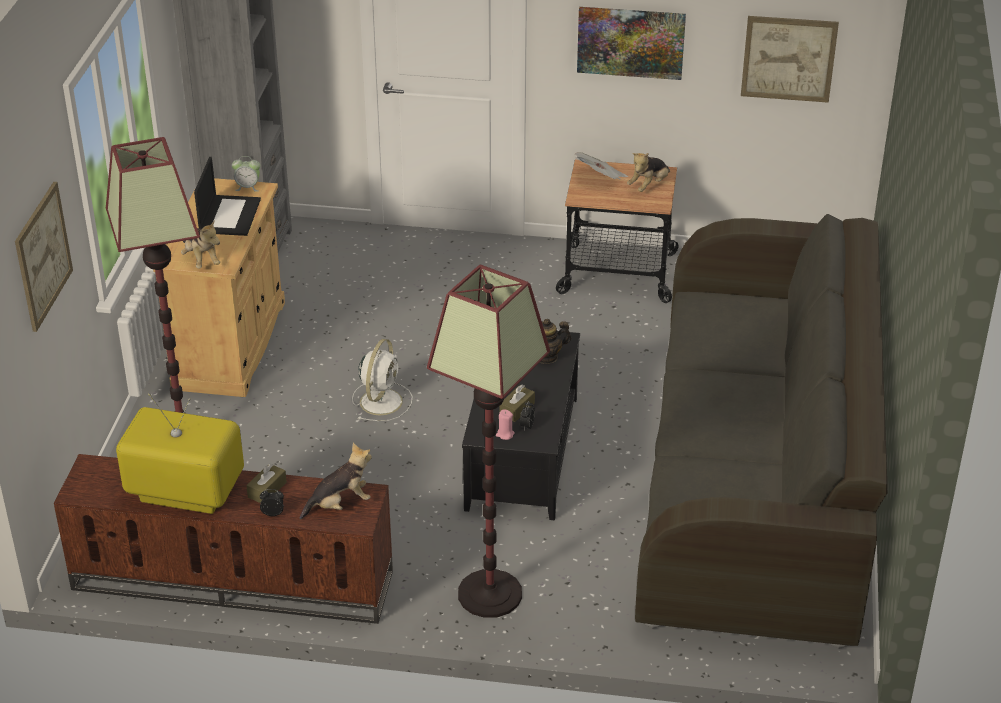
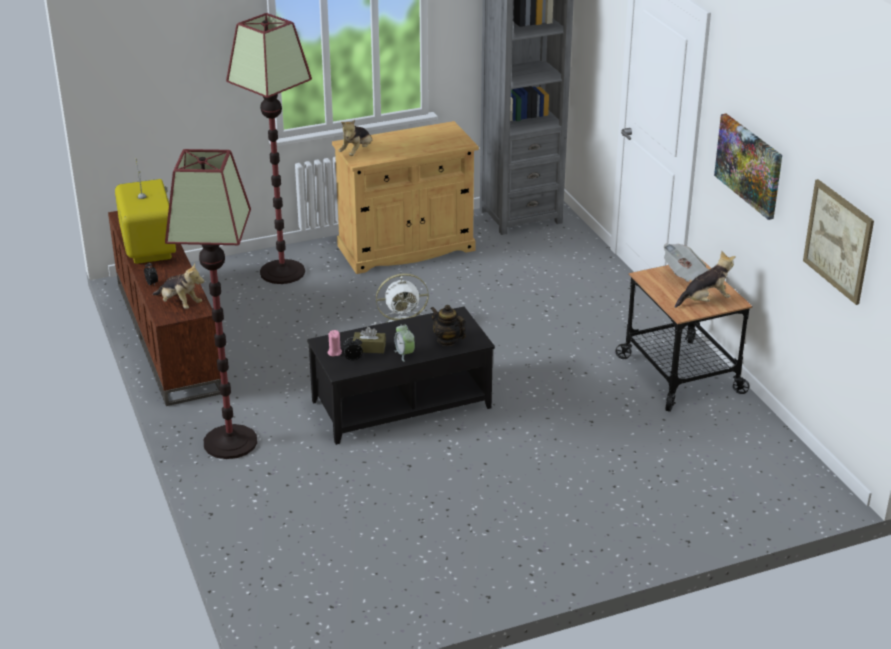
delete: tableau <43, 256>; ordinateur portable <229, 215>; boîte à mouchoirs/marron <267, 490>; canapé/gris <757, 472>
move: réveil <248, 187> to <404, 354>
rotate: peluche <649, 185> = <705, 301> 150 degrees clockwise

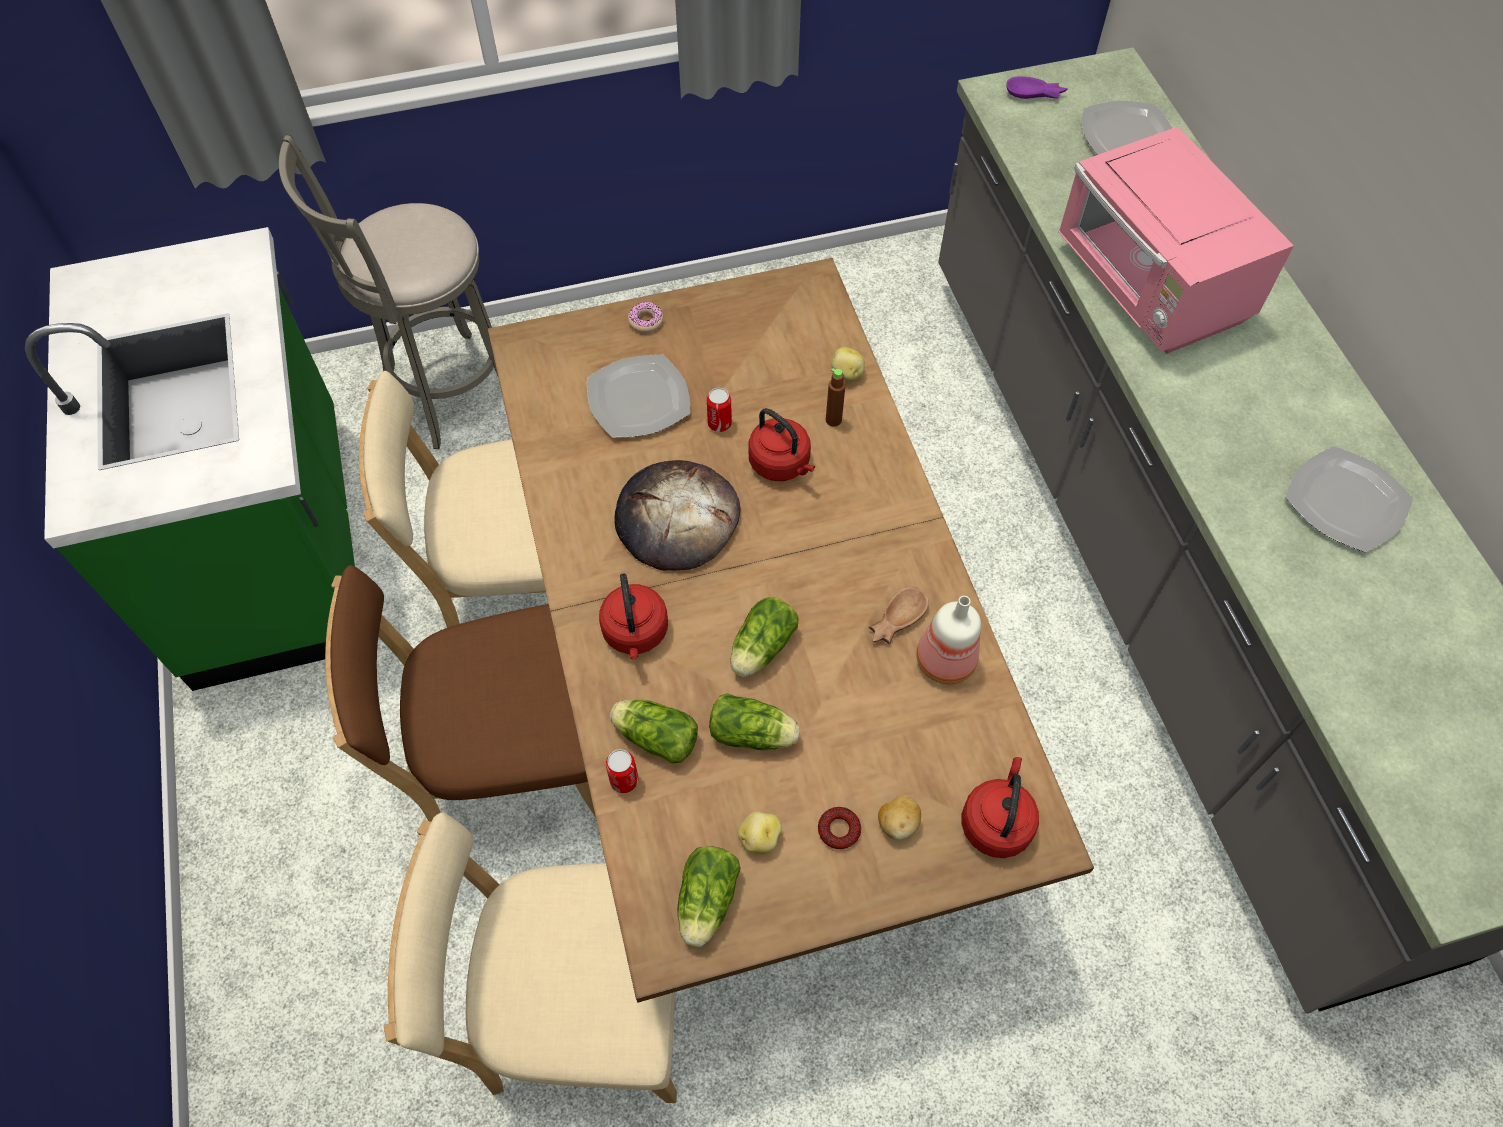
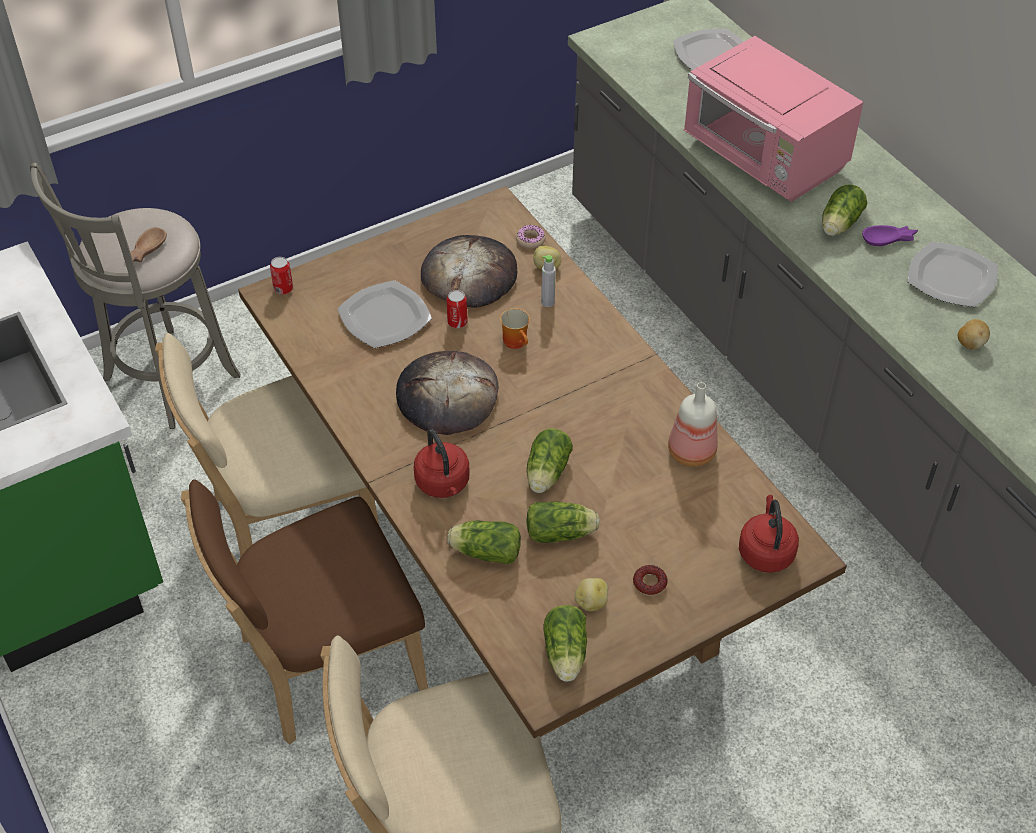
insert: pain <469, 275>; laitue <838, 225>
move: boîte métallique <624, 780> to <283, 289>; beignet <645, 321> to <530, 240>; bol/marron <895, 620> to <145, 250>; pomme de terre <897, 823> to <970, 343>; bol/violet <1035, 95> to <889, 240>
replace: bouilloire/rouge <781, 464> to mug <517, 341>
recolor: bouteille/marron <833, 420> to bouteille/gris <548, 302>

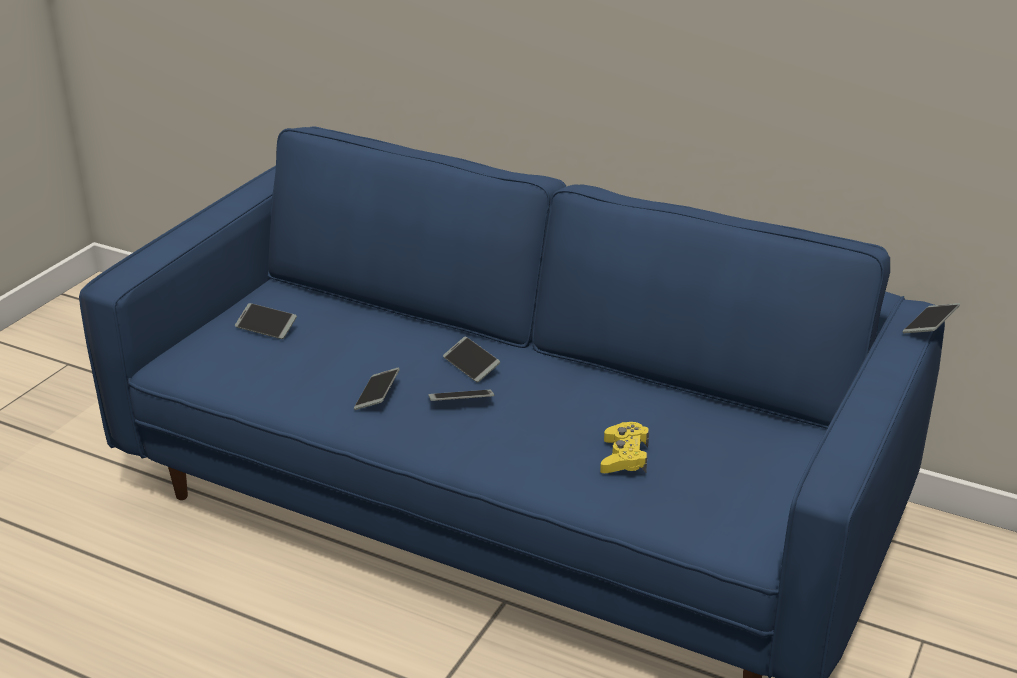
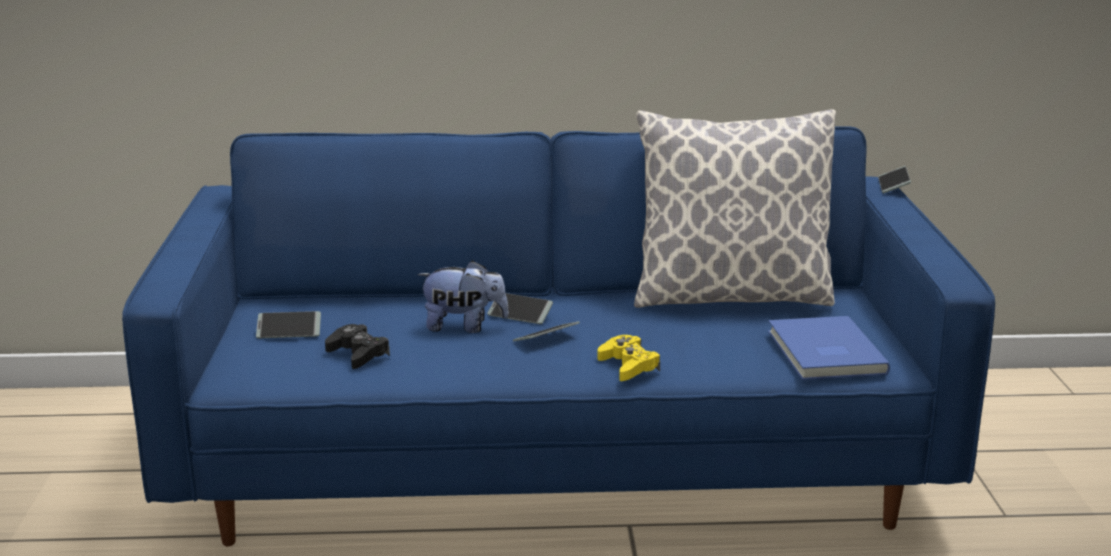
delete: téléphone <377, 395>
insert: manette/noir <358, 354>; peluche <464, 327>; coussin <730, 297>; livre/bleu <823, 353>
move: manette/jaune <624, 457> to <628, 366>

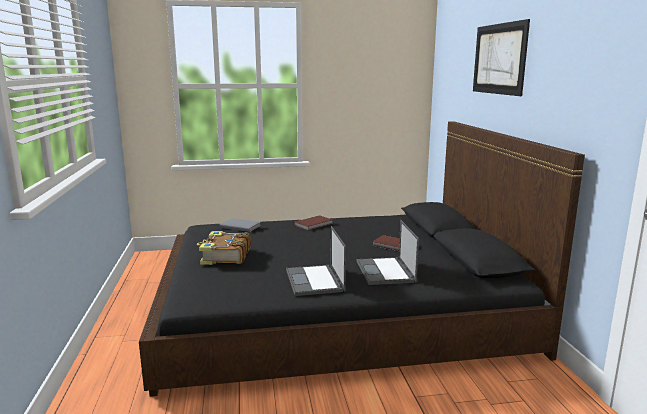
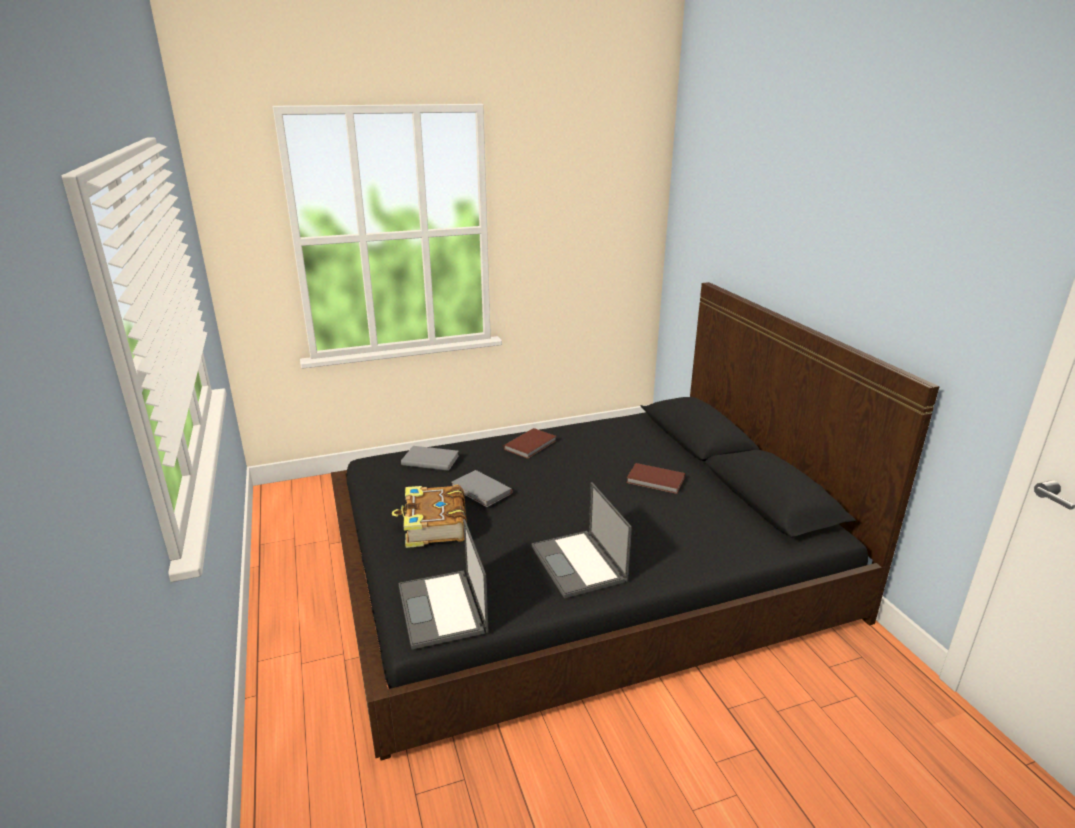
delete: tableau <499, 59>
insert: livre/gris <481, 491>
move: ordinateur portable <385, 272> to <442, 609>

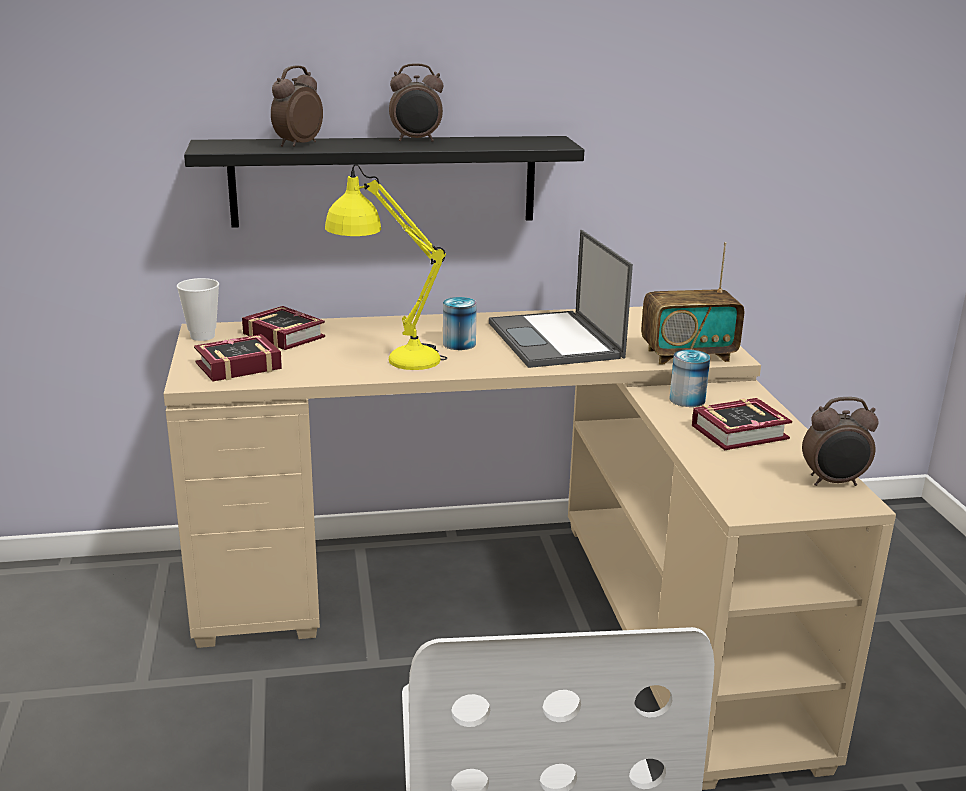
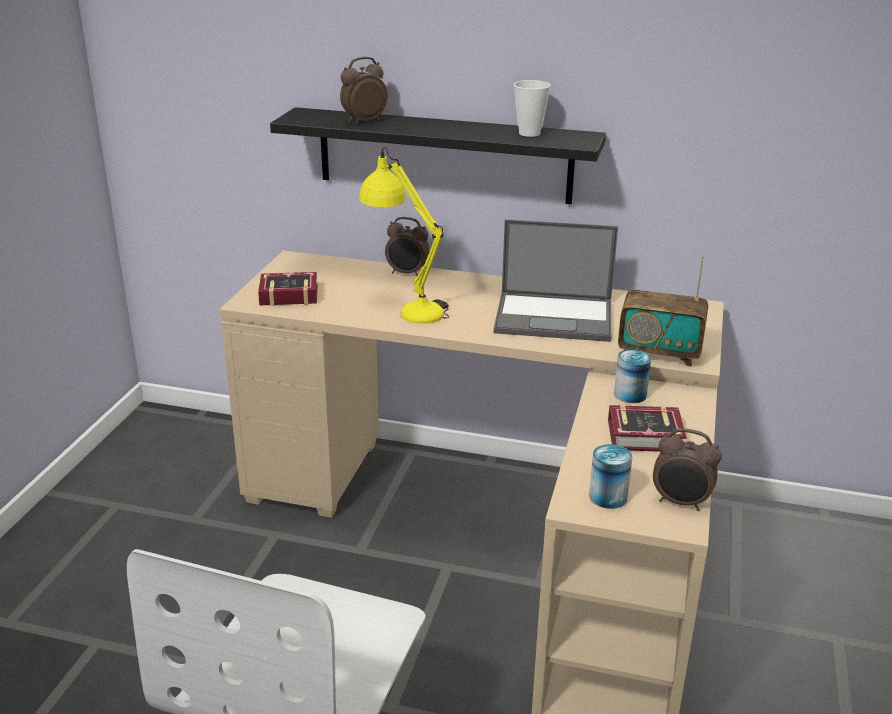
delete: livre <283, 334>
move: tasse <202, 336> to <529, 133>; réveil <416, 140> to <407, 273>; boîte métallique <459, 344> to <608, 497>
rotate: ordinateur portable <556, 341> = <555, 317> 90 degrees counterclockwise

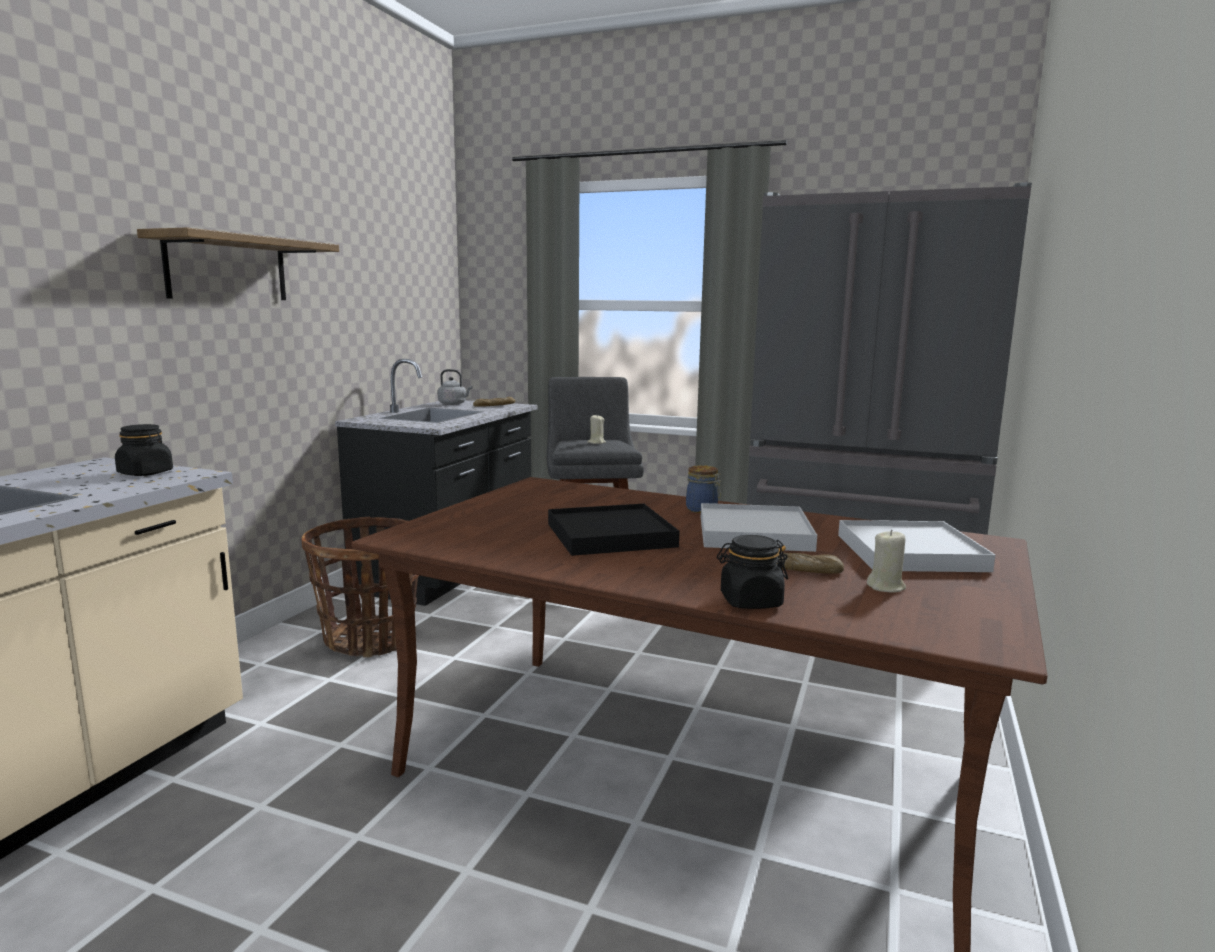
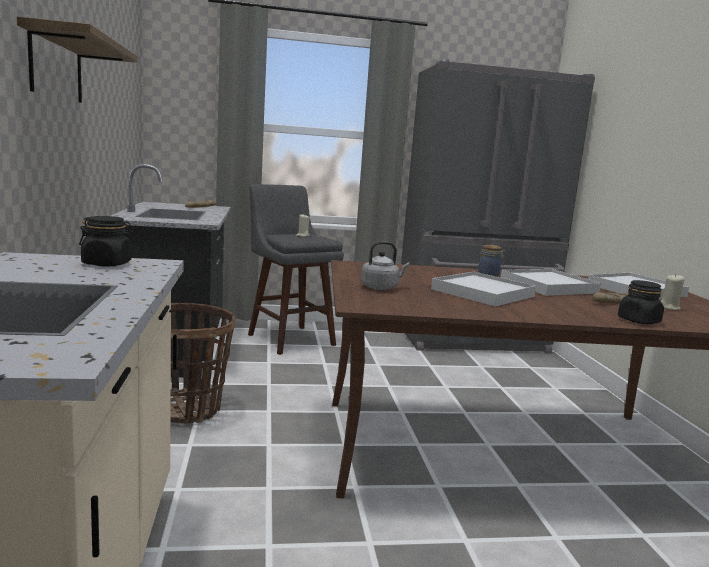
move: bouilloire/gris <454, 404> to <381, 287>
recolor: plateau/noir <610, 535> to plateau/blanc <482, 293>

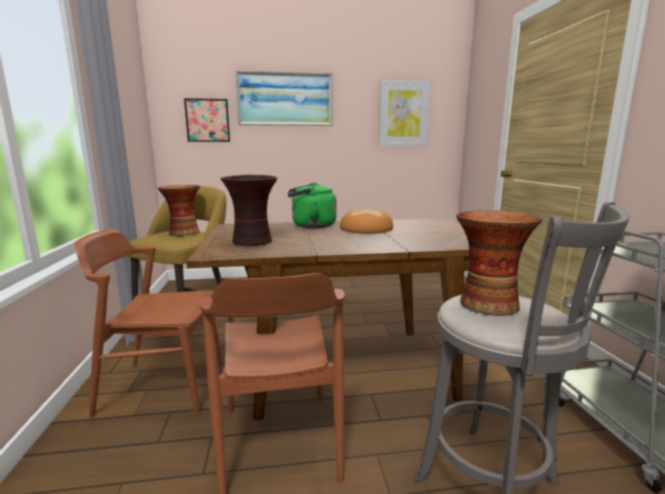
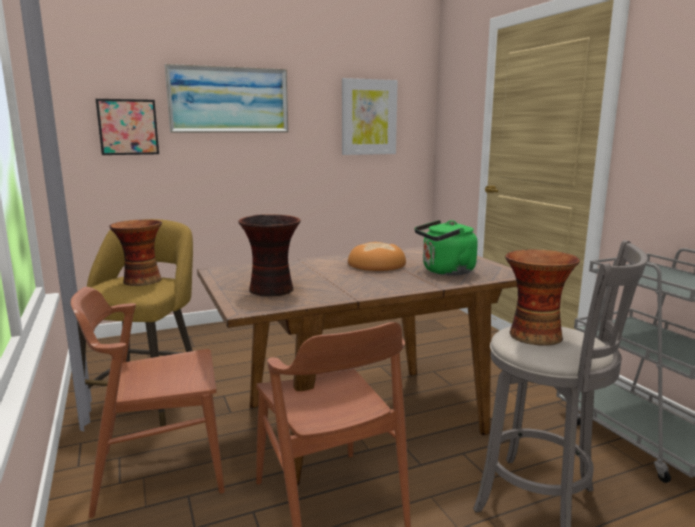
move: bouilloire/vert <311, 226> to <445, 271>

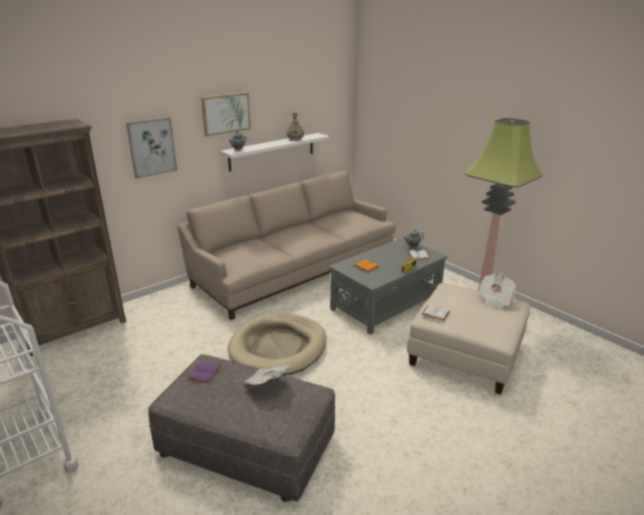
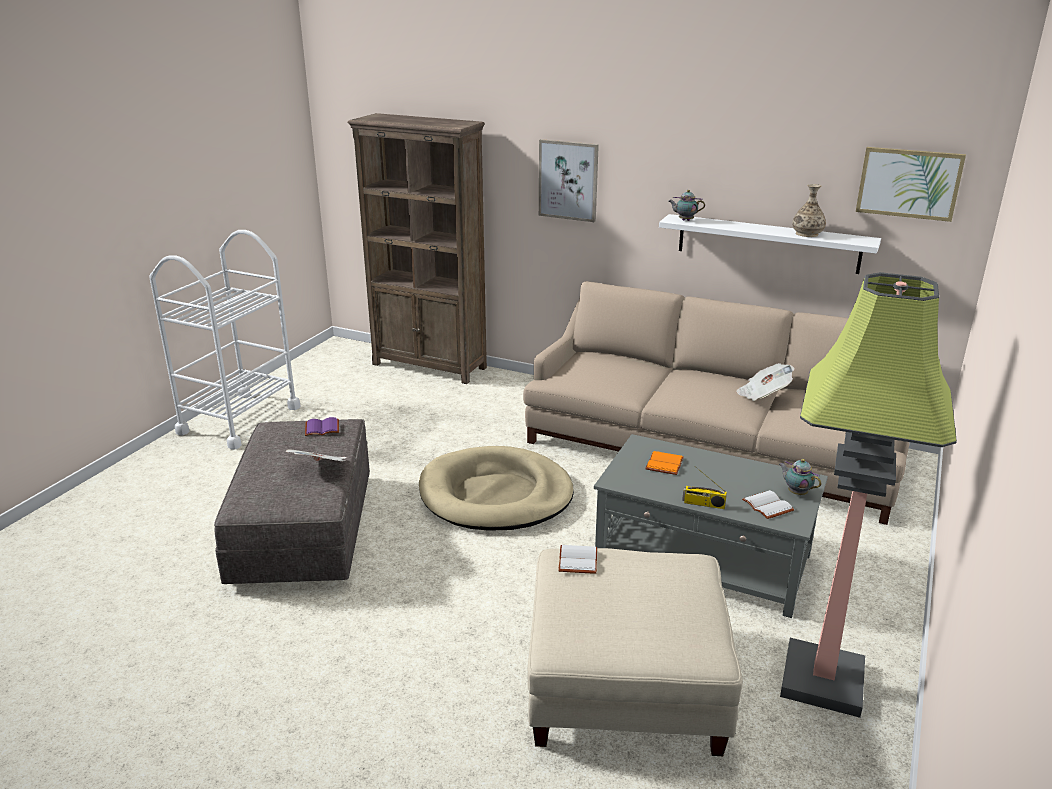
move: tableau <226, 113> to <909, 183>; journal <495, 299> to <763, 394>

